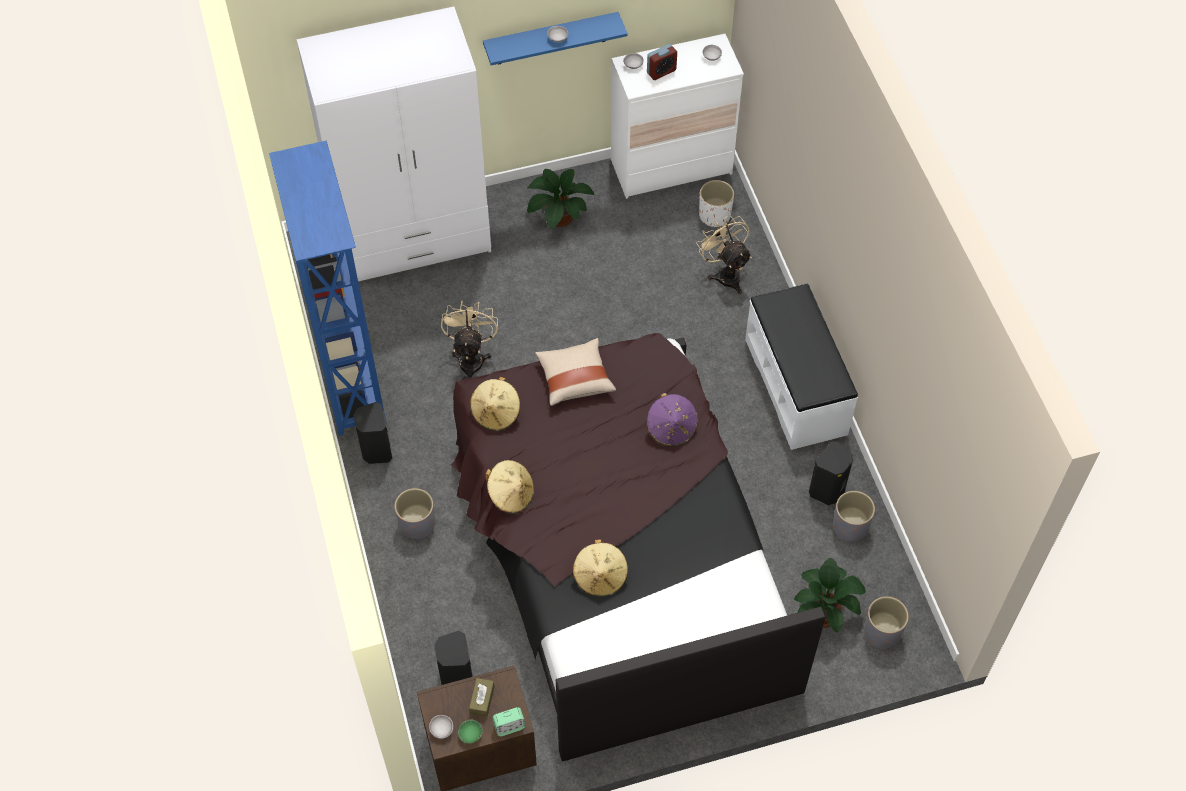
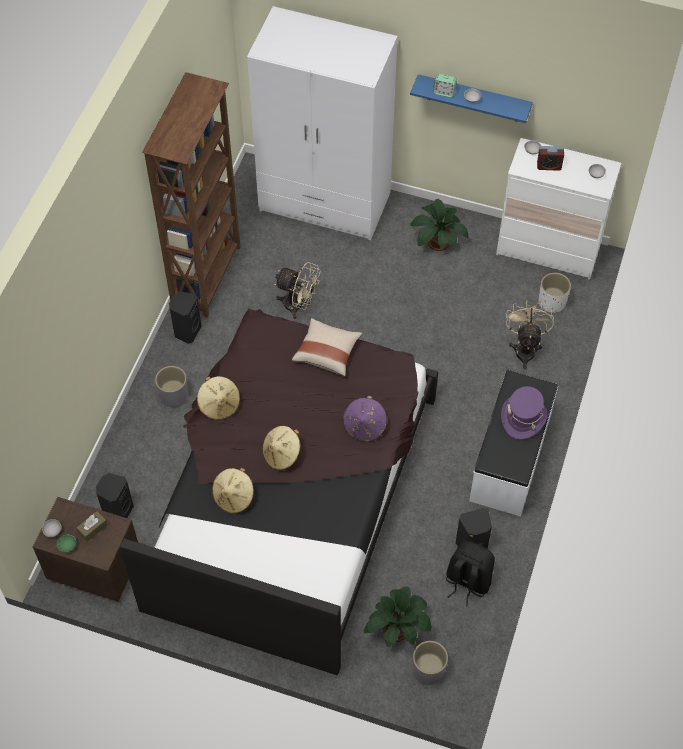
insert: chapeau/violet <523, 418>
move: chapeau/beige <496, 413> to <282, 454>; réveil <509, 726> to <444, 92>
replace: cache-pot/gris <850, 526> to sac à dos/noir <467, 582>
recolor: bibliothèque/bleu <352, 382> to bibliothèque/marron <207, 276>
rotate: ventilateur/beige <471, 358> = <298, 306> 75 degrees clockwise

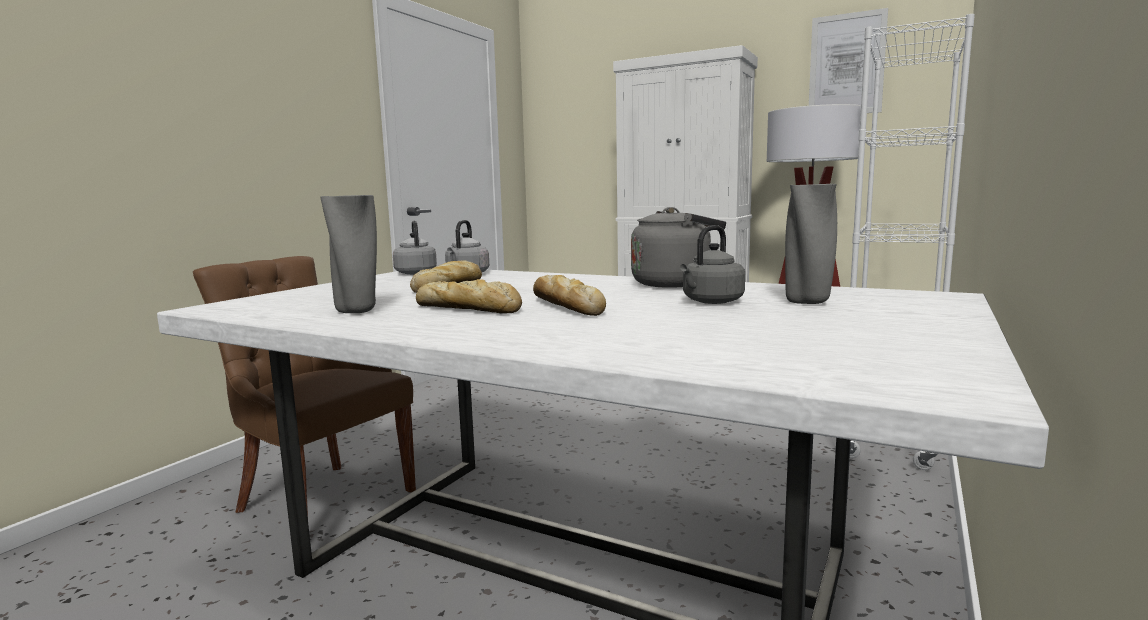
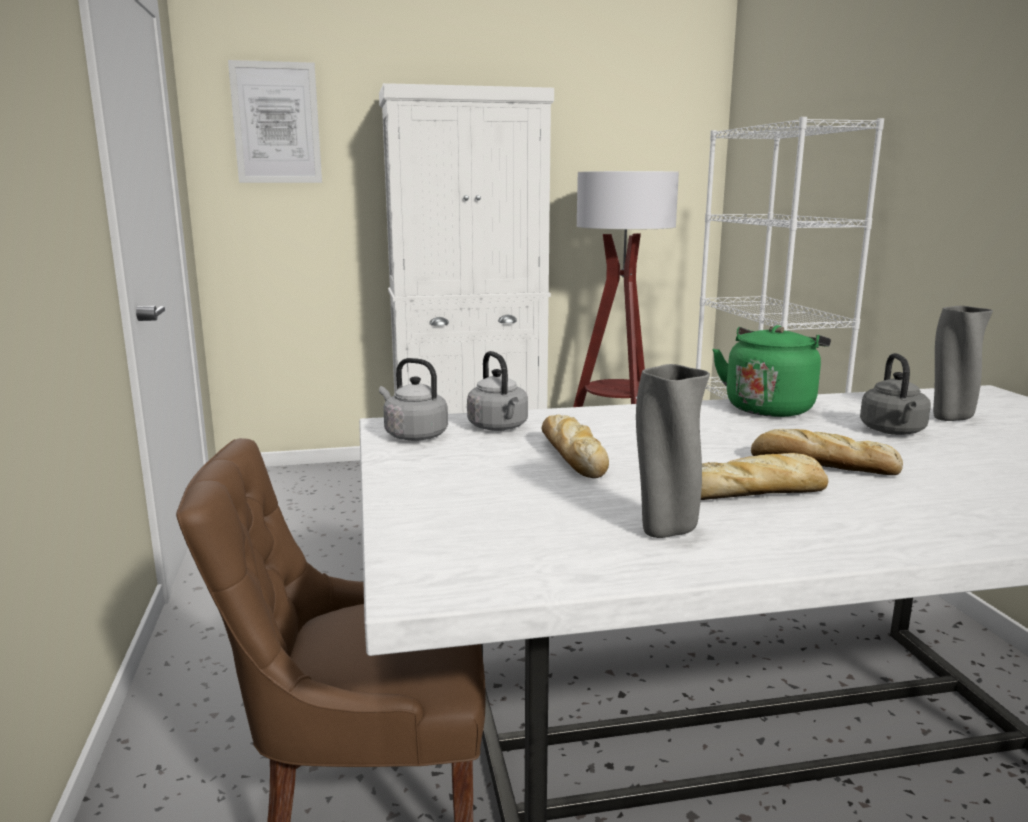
move: tableau <846, 64> to <276, 123>
recolor: bouilloire/gris <675, 283> to bouilloire/vert <770, 407>

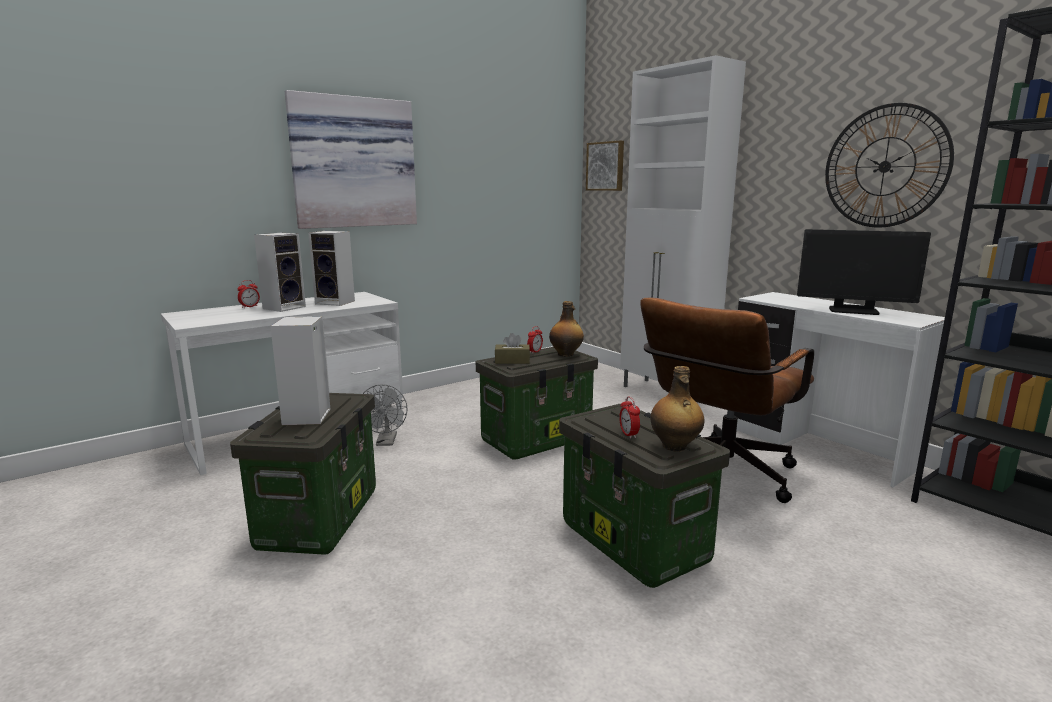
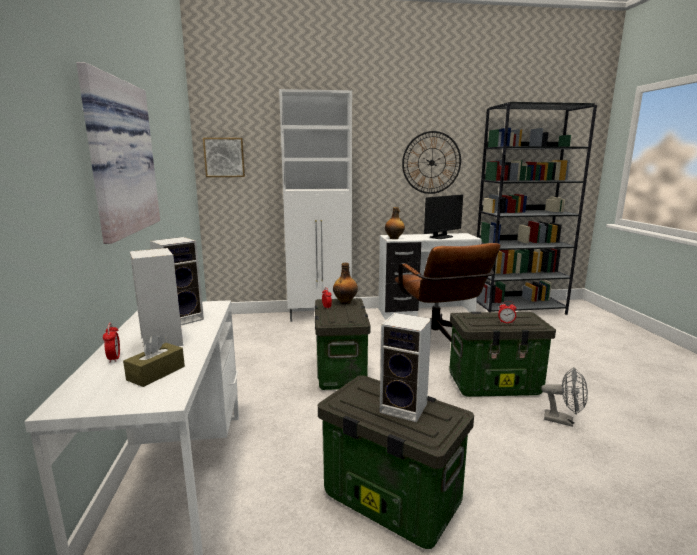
move: ventilateur/gris <386, 442> to <563, 421>; boîte à mouchoirs/marron <512, 361> to <156, 373>; bouteille <674, 447> to <394, 238>

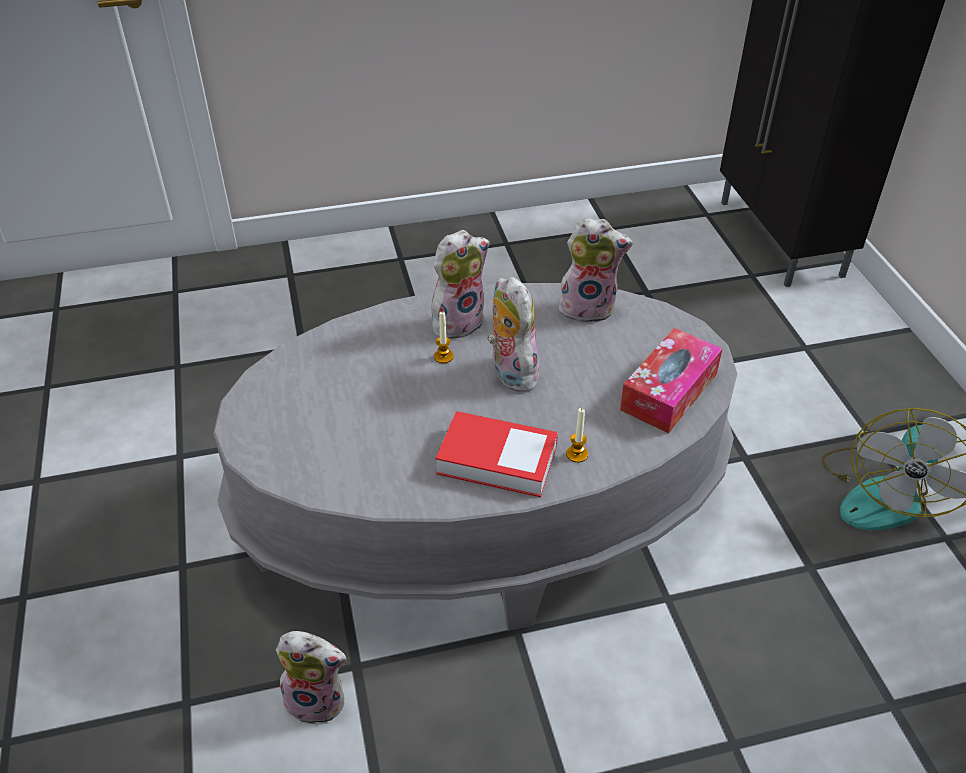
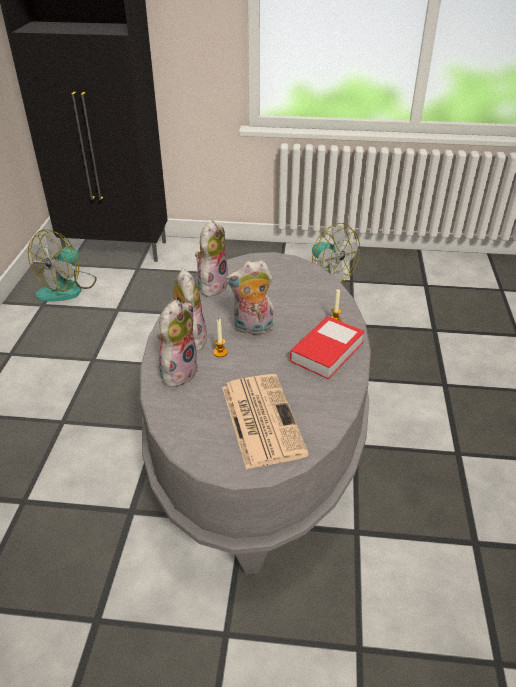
delete: boîte à mouchoirs <669, 391>
insert: ventilateur <67, 288>; journal <261, 419>
move: peluche <318, 699> to <178, 371>

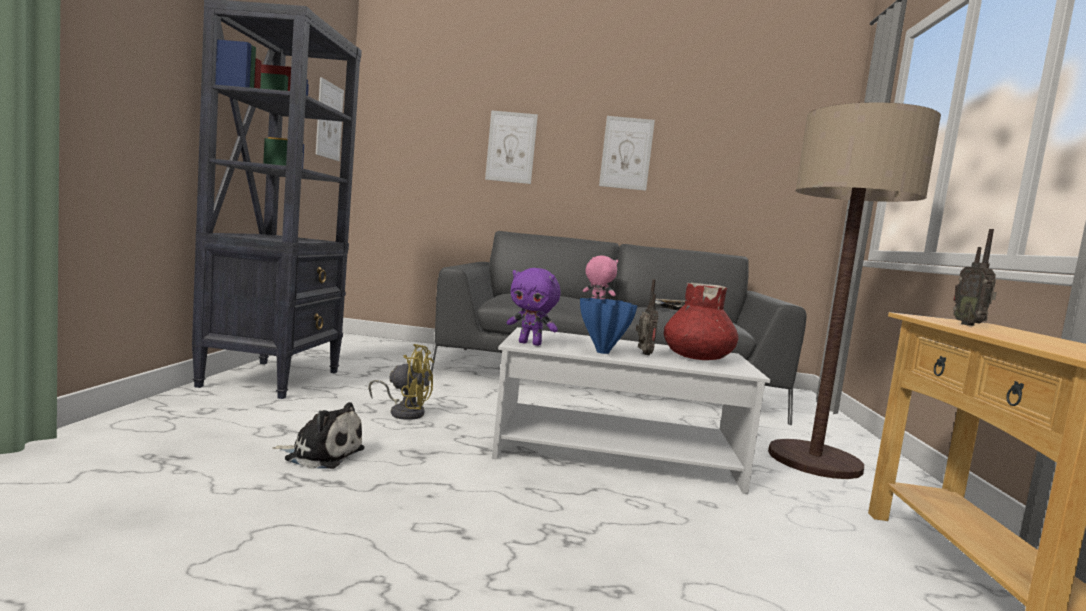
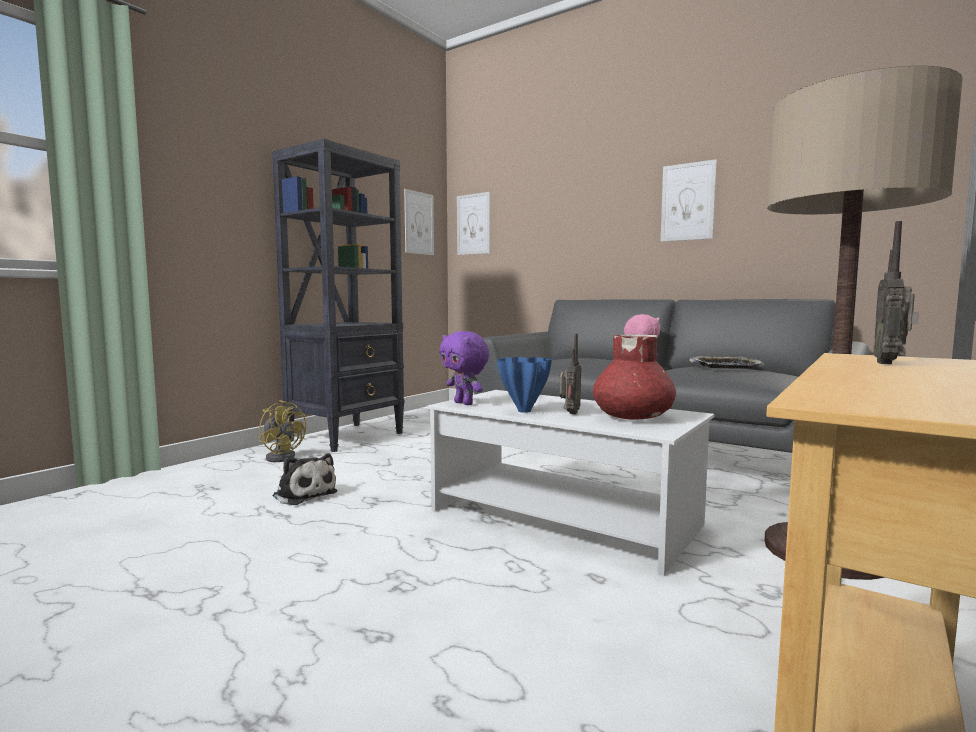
move: ventilateur/jaune <404, 412> to <282, 457>; tableau <511, 147> to <473, 224>

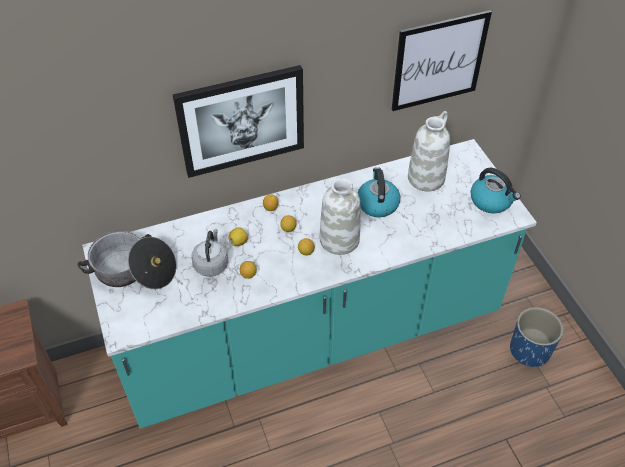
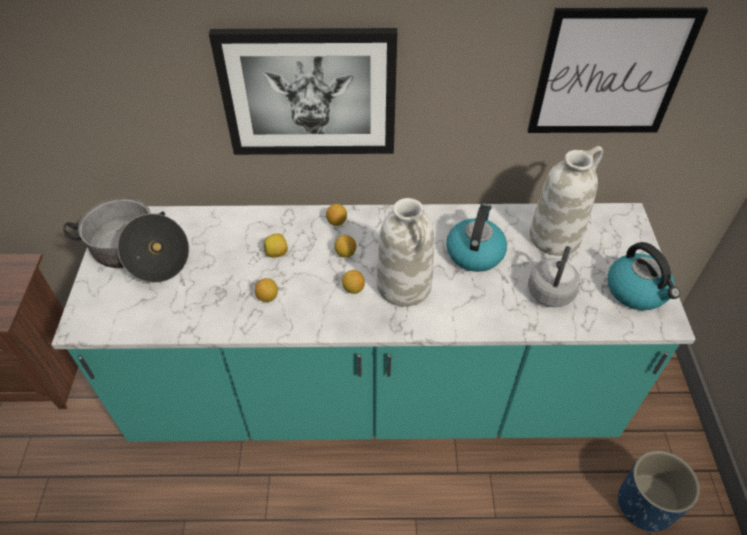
move: bouilloire/gris <211, 263> to <551, 290>

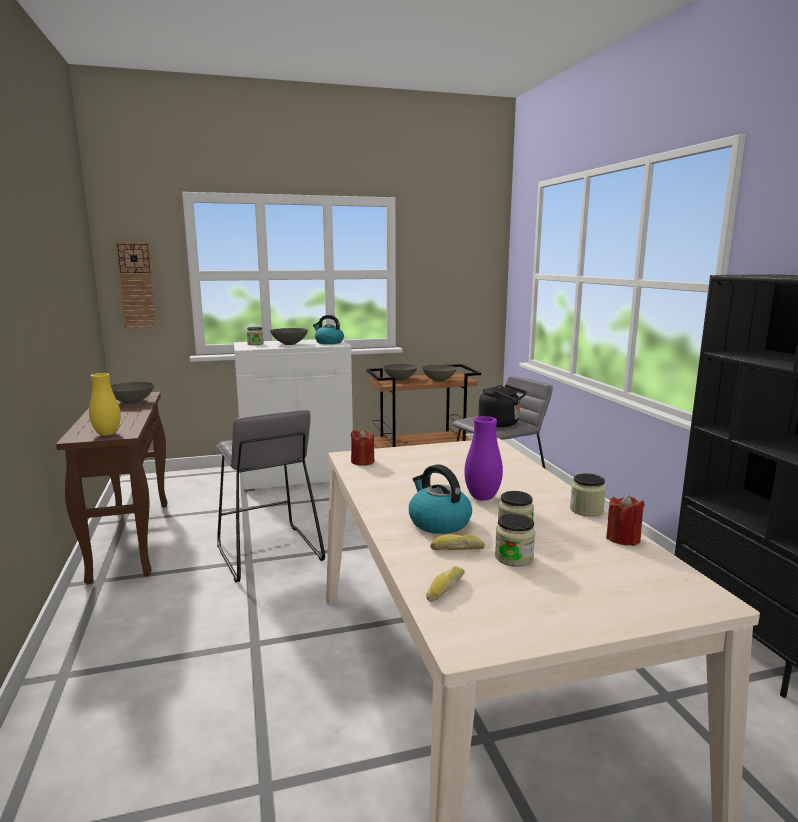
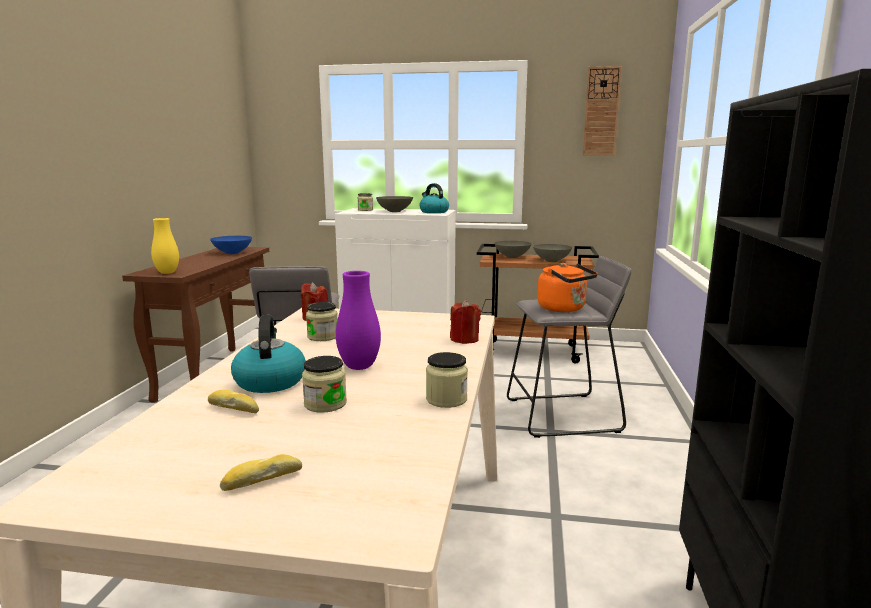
move: horloge murale <137, 285> to <601, 111>; pain <444, 589> to <262, 480>; bocal <514, 558> to <323, 337>; bougie/rouge <623, 539> to <464, 339>
recolor: bol/gris <132, 402> to bol/bleu <232, 253>; bouilloire/noir <501, 424> to bouilloire/orange <564, 309>

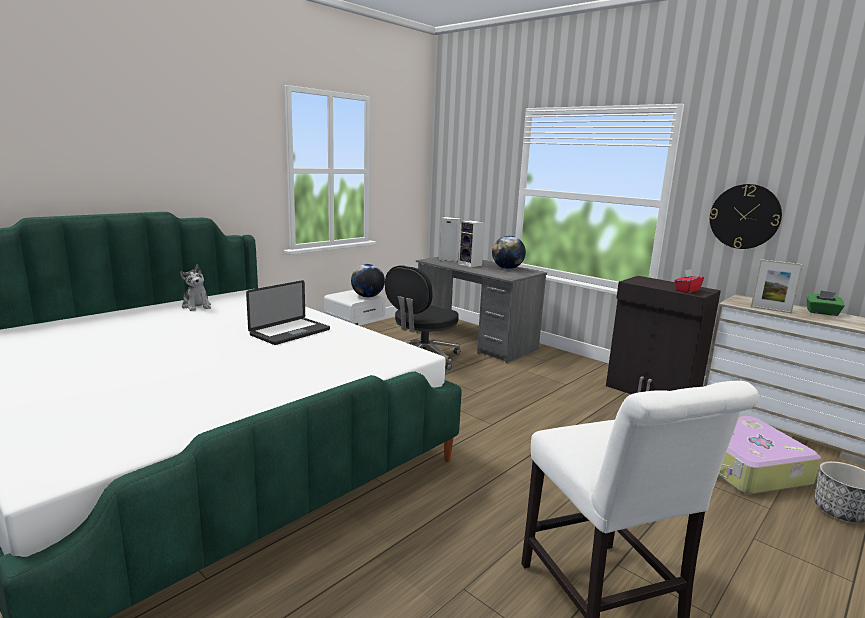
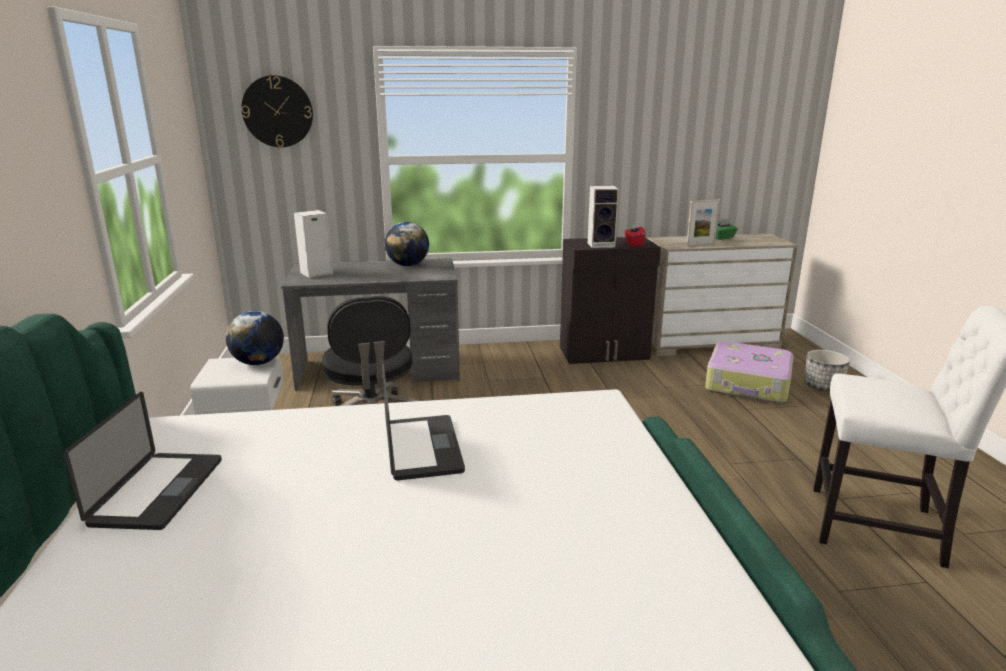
move: enceinte <470, 265> to <602, 245>; horloge murale <744, 216> to <277, 111>
replace: peluche <197, 306> to ordinateur portable <158, 492>

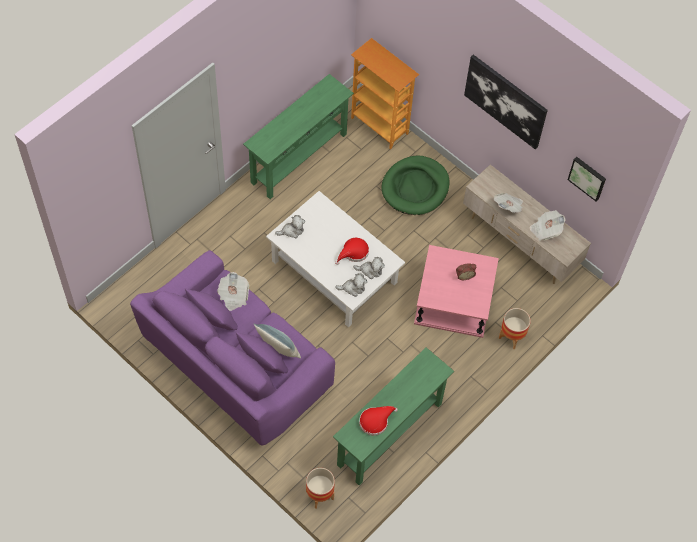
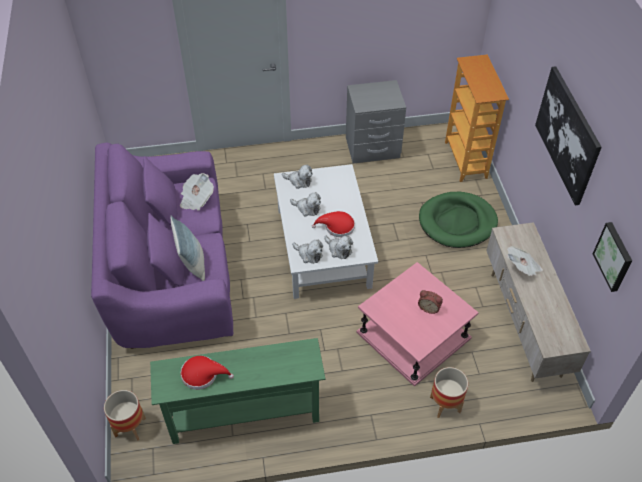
delete: journal <546, 230>
insert: peluche <307, 208>
replace: table console/vert <298, 158> to table de chevet/gris <372, 148>

